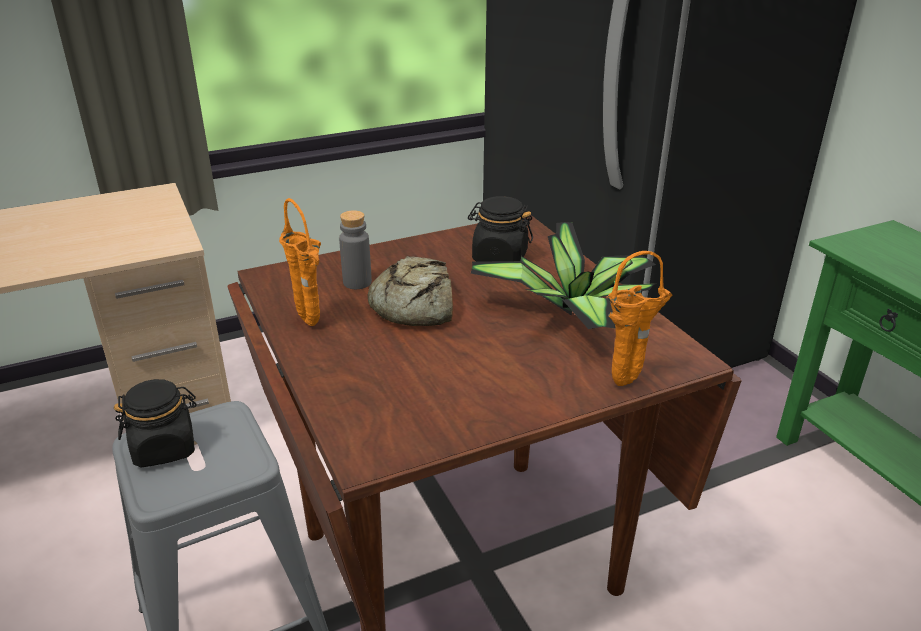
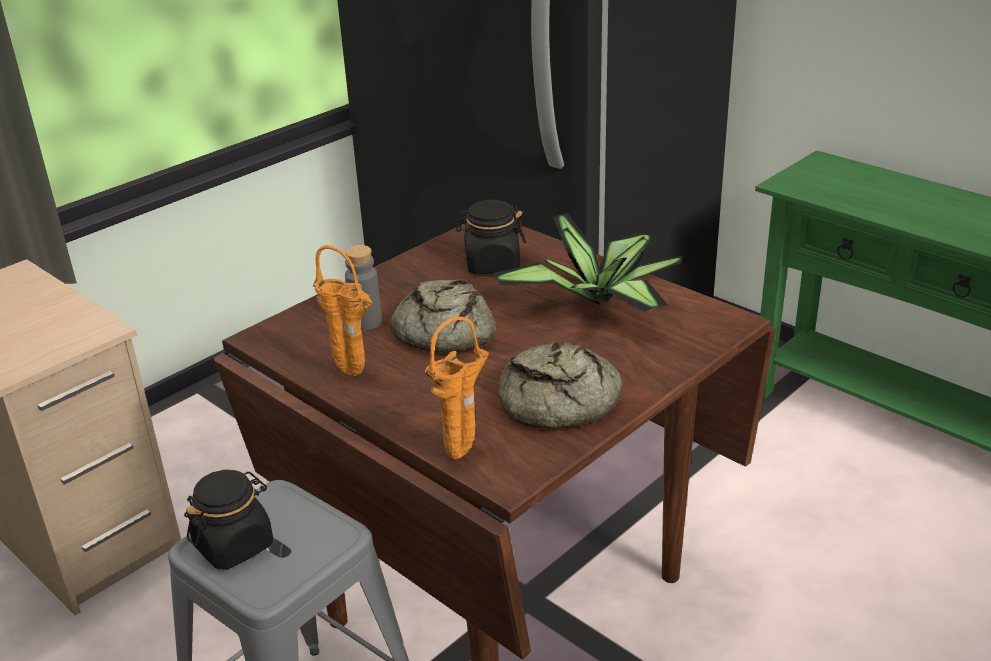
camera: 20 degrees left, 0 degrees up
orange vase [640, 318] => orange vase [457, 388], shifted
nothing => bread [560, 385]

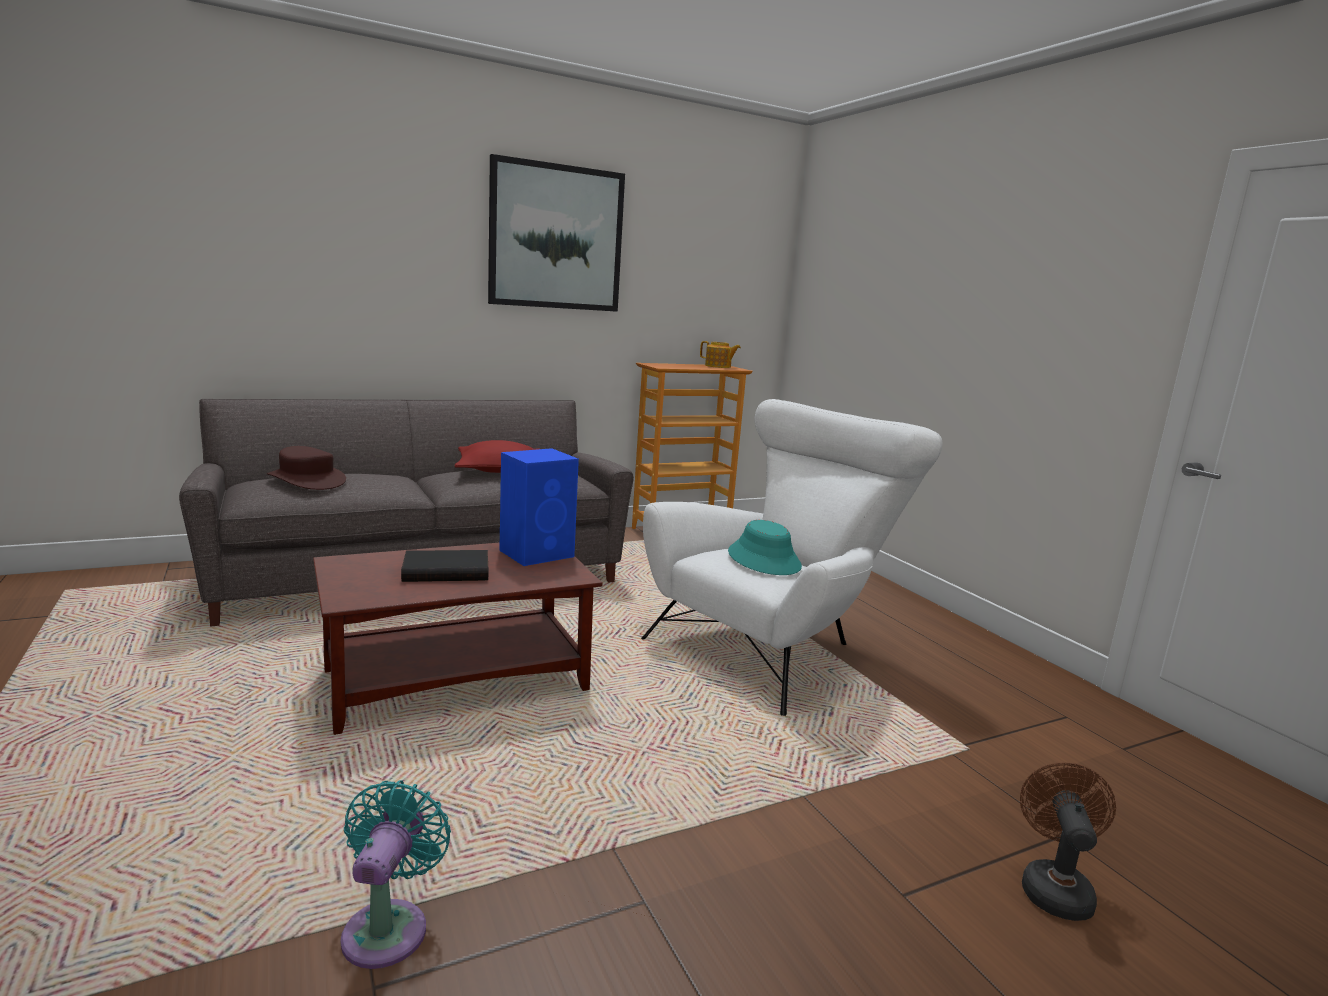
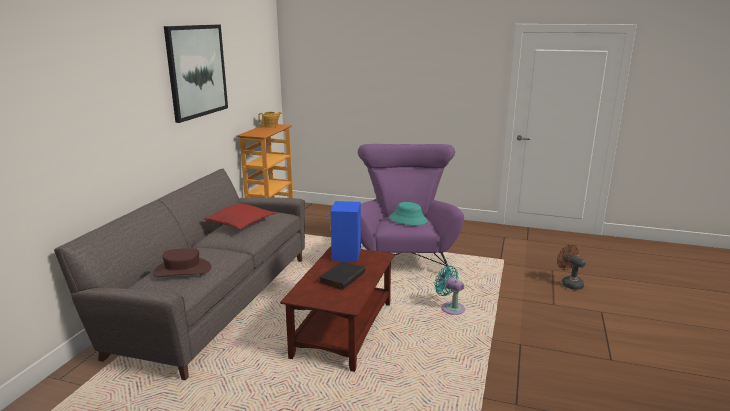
camera: 45 degrees left, 5 degrees up
white armchair [791, 557] => purple armchair [411, 210]
turquoise fan [396, 874] => turquoise fan [449, 290], shifted

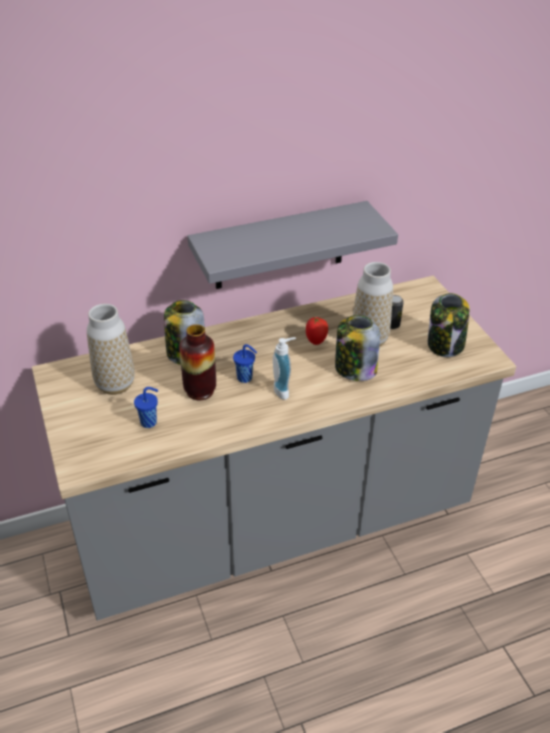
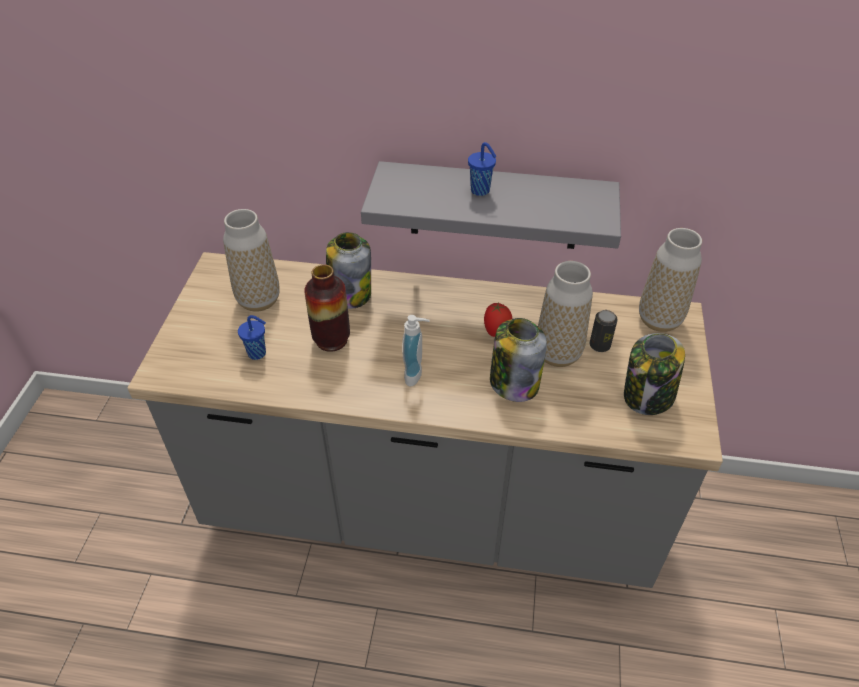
camera: 30 degrees right, 5 degrees up
blue cup [245, 363] => blue cup [482, 169], shifted
nothing => vase [670, 280]

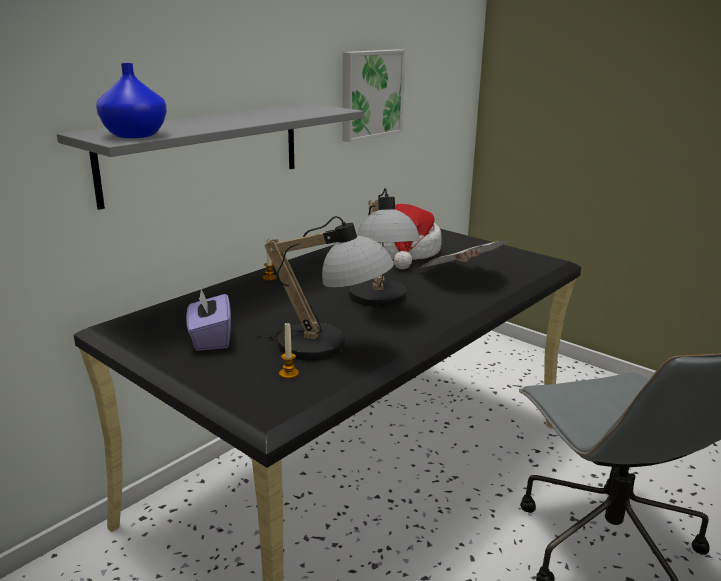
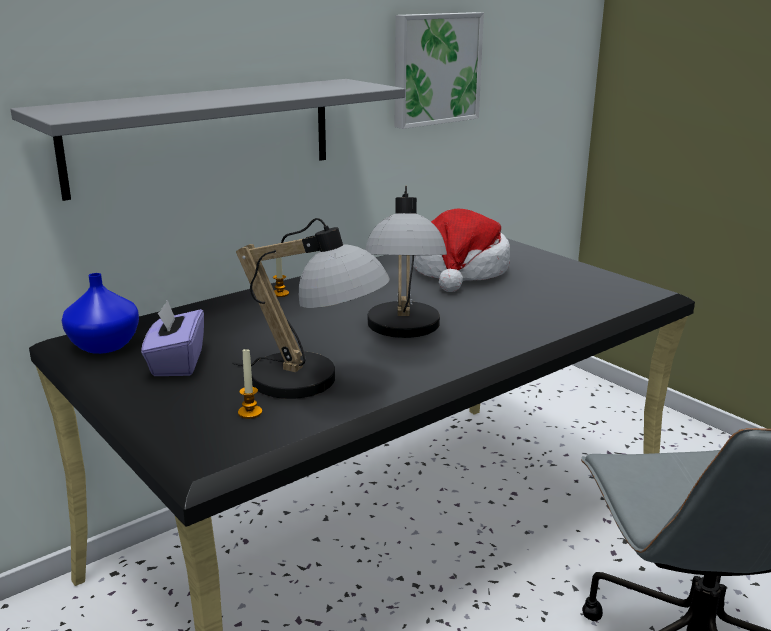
camera: 10 degrees right, 0 degrees up
blue vase [131, 100] => blue vase [100, 313], shifted
newspaper [463, 254] => nothing

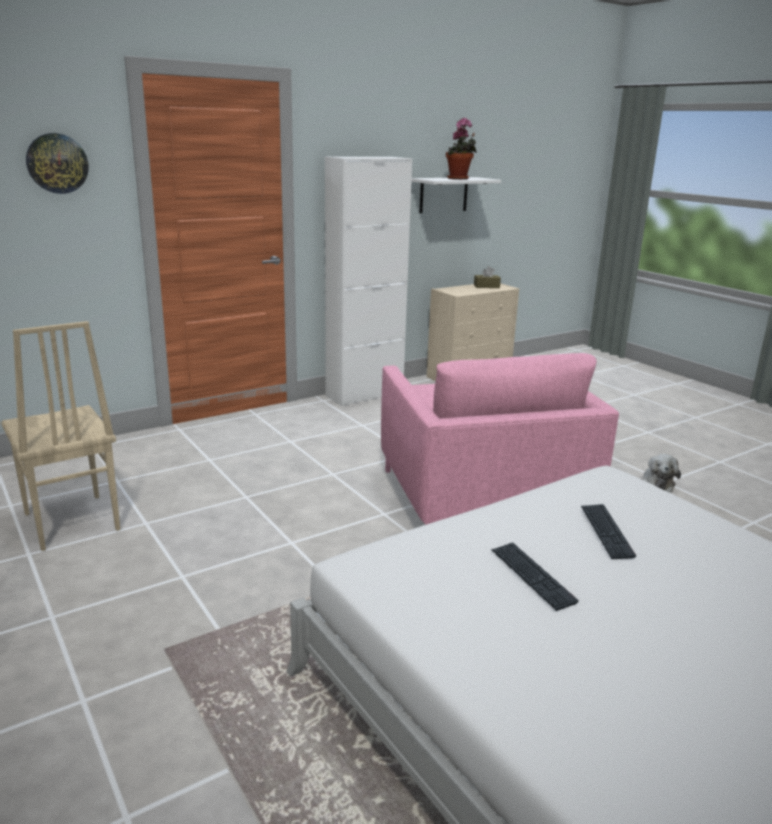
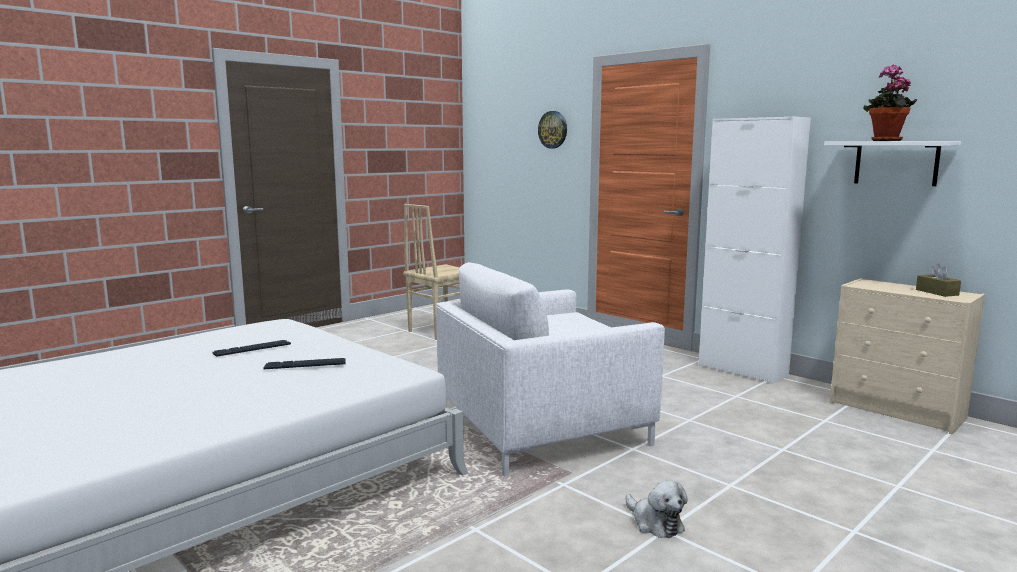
camera: 80 degrees right, 10 degrees down
pink armchair [500, 439] => white armchair [550, 369]
plush toy [661, 473] => plush toy [656, 509], 120 degrees counterclockwise

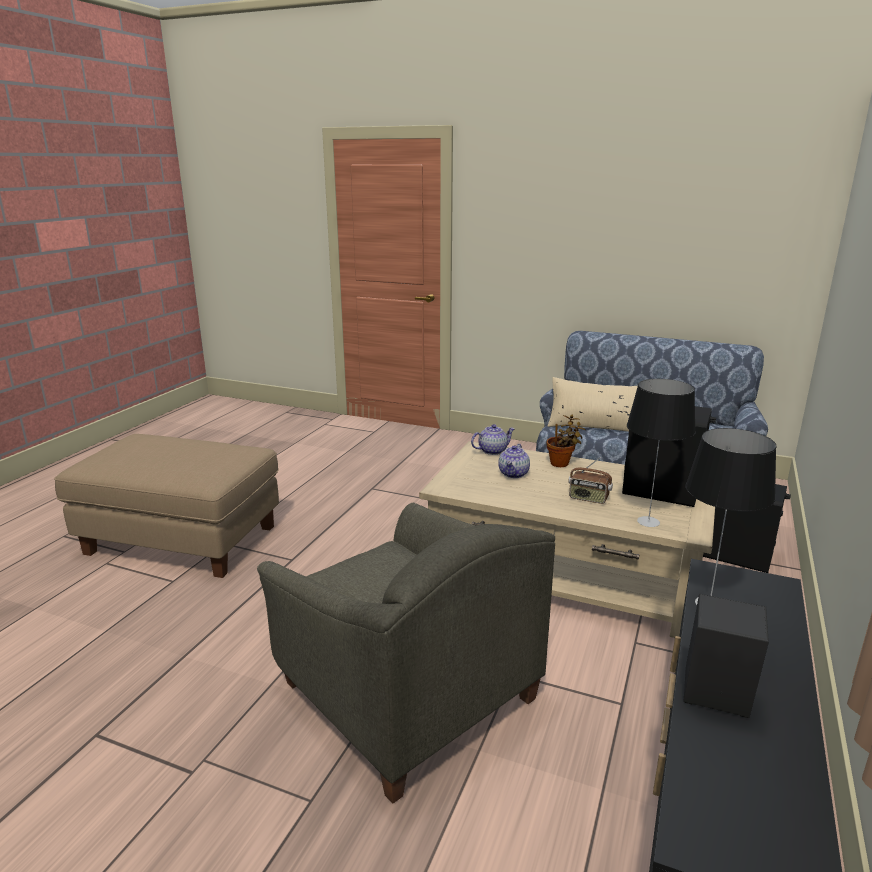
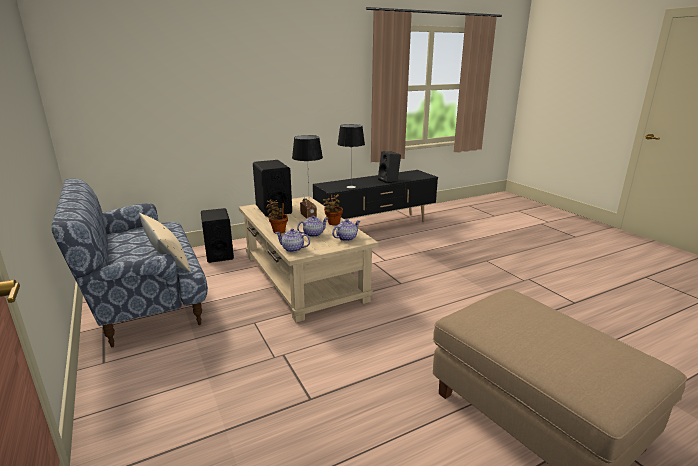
camera: 140 degrees left, 0 degrees up
nothing => potted plant [333, 209]
nothing => teapot [346, 230]
grey armchair [406, 653] => nothing

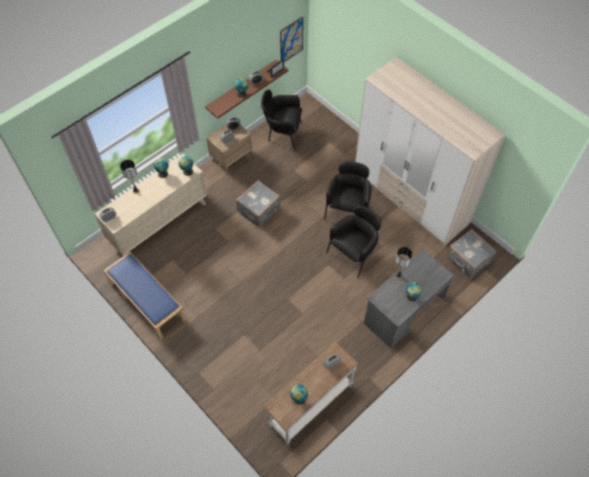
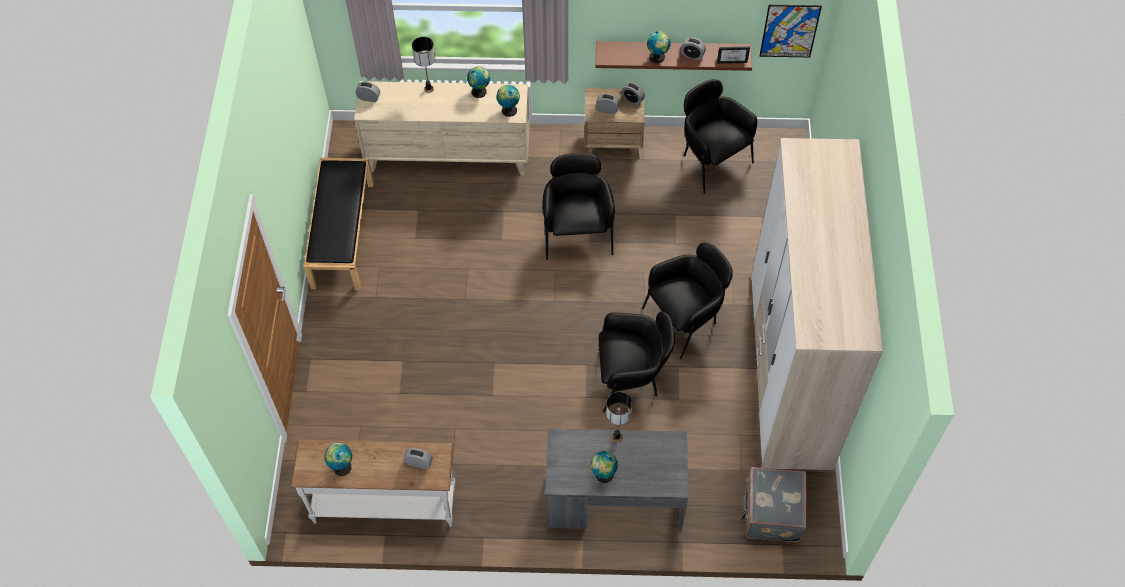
camera: 45 degrees right, 0 degrees up
blue bench [144, 296] => black bench [339, 224]
grey suitcase [258, 203] => black armchair [578, 206]

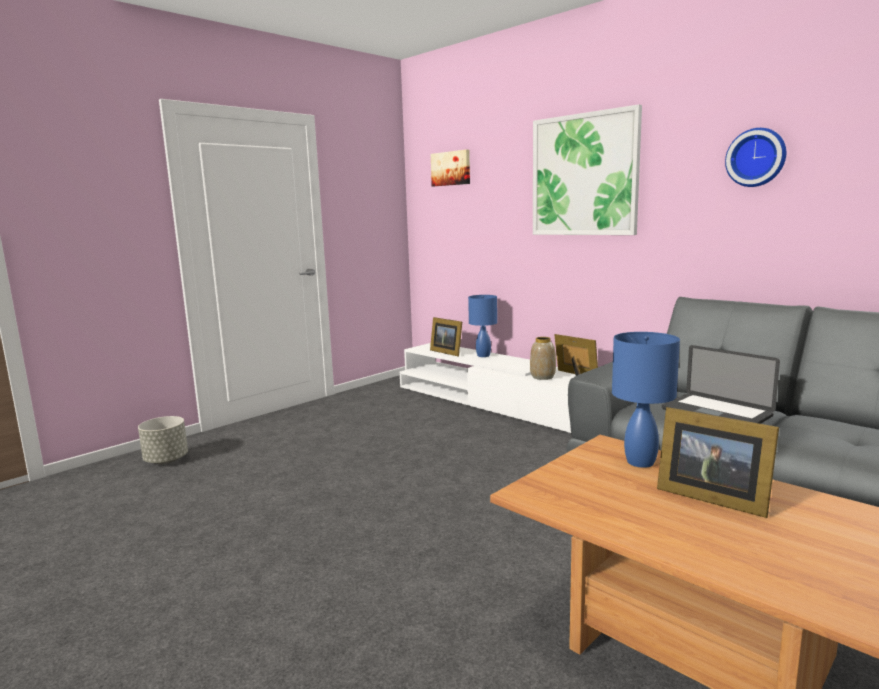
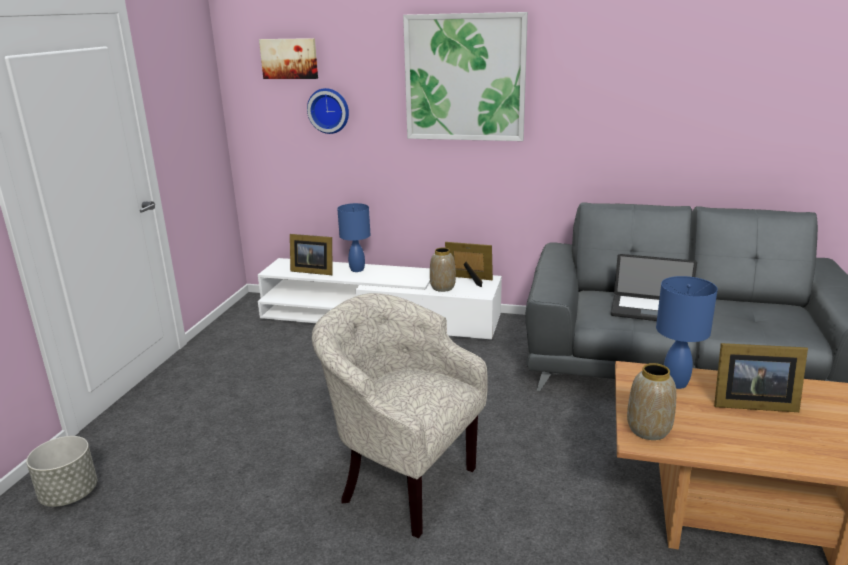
camera: 30 degrees left, 10 degrees up
wall clock [755, 157] => wall clock [328, 111], shifted
nothing => beige armchair [400, 415]
nothing => vase [651, 401]

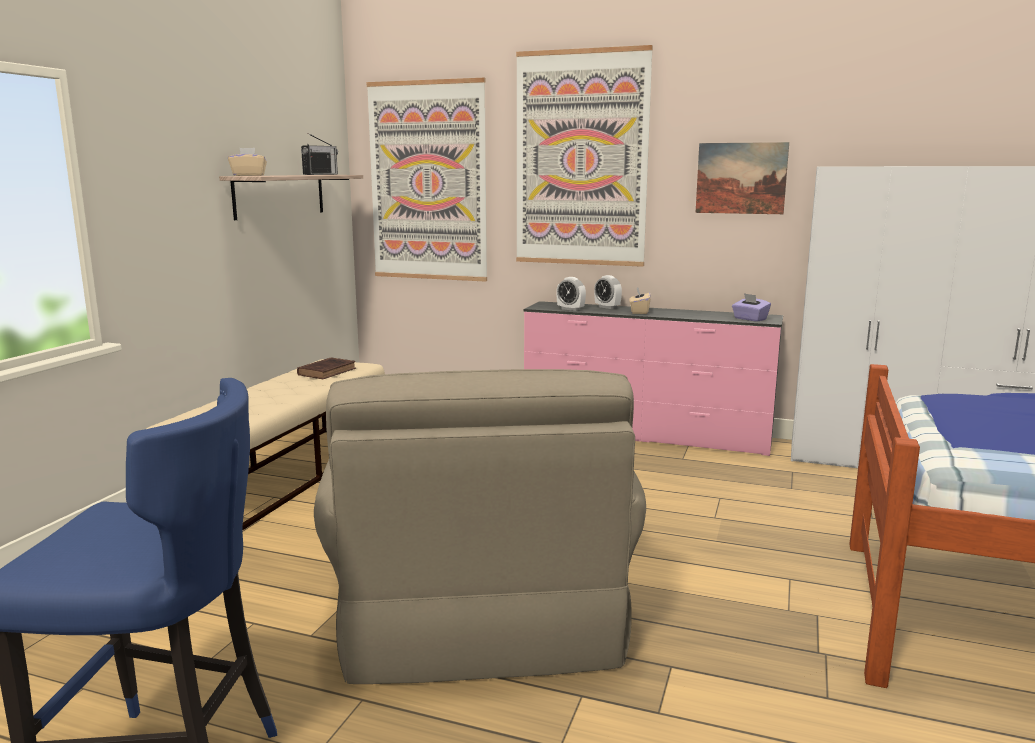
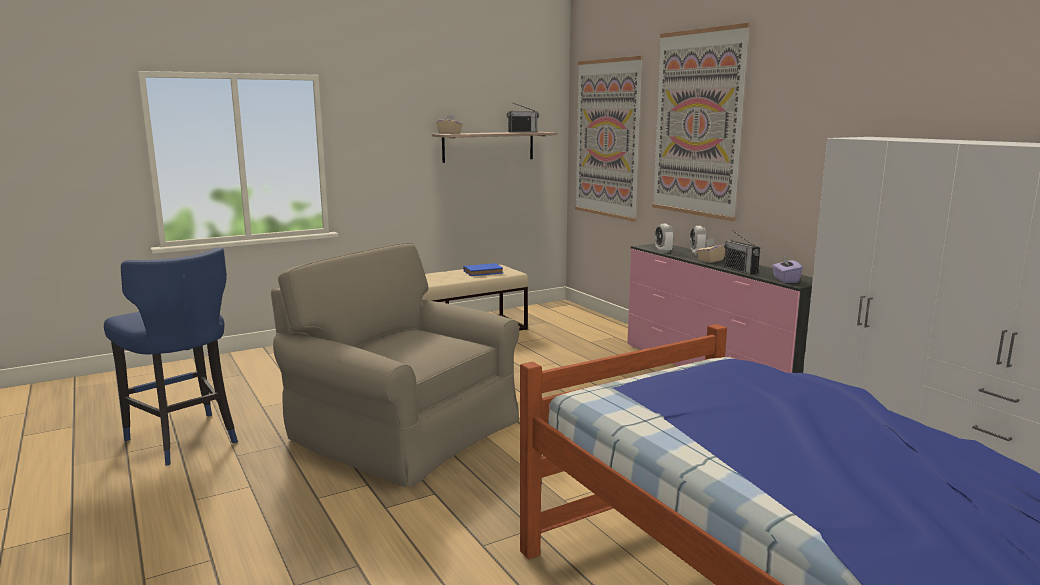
camera: 40 degrees right, 0 degrees up
beige armchair [480, 526] => beige armchair [395, 365], 90 degrees clockwise
brown book [326, 368] => blue book [483, 269]
nothing => radio [742, 252]
picture [742, 178] => nothing

